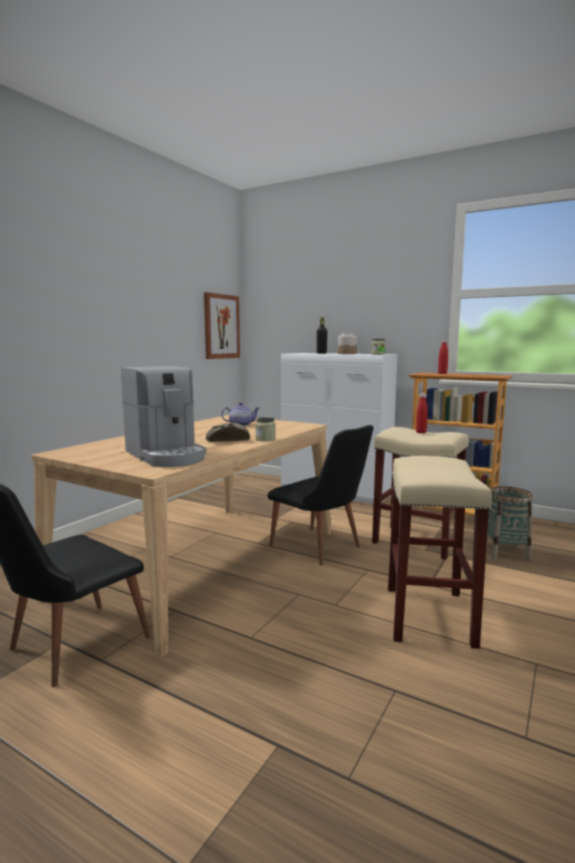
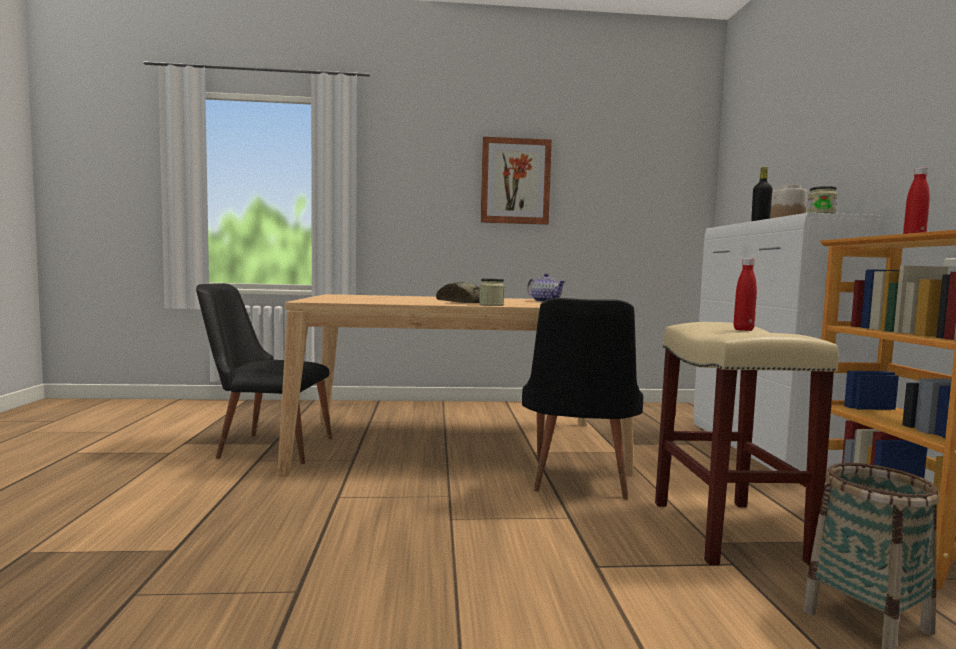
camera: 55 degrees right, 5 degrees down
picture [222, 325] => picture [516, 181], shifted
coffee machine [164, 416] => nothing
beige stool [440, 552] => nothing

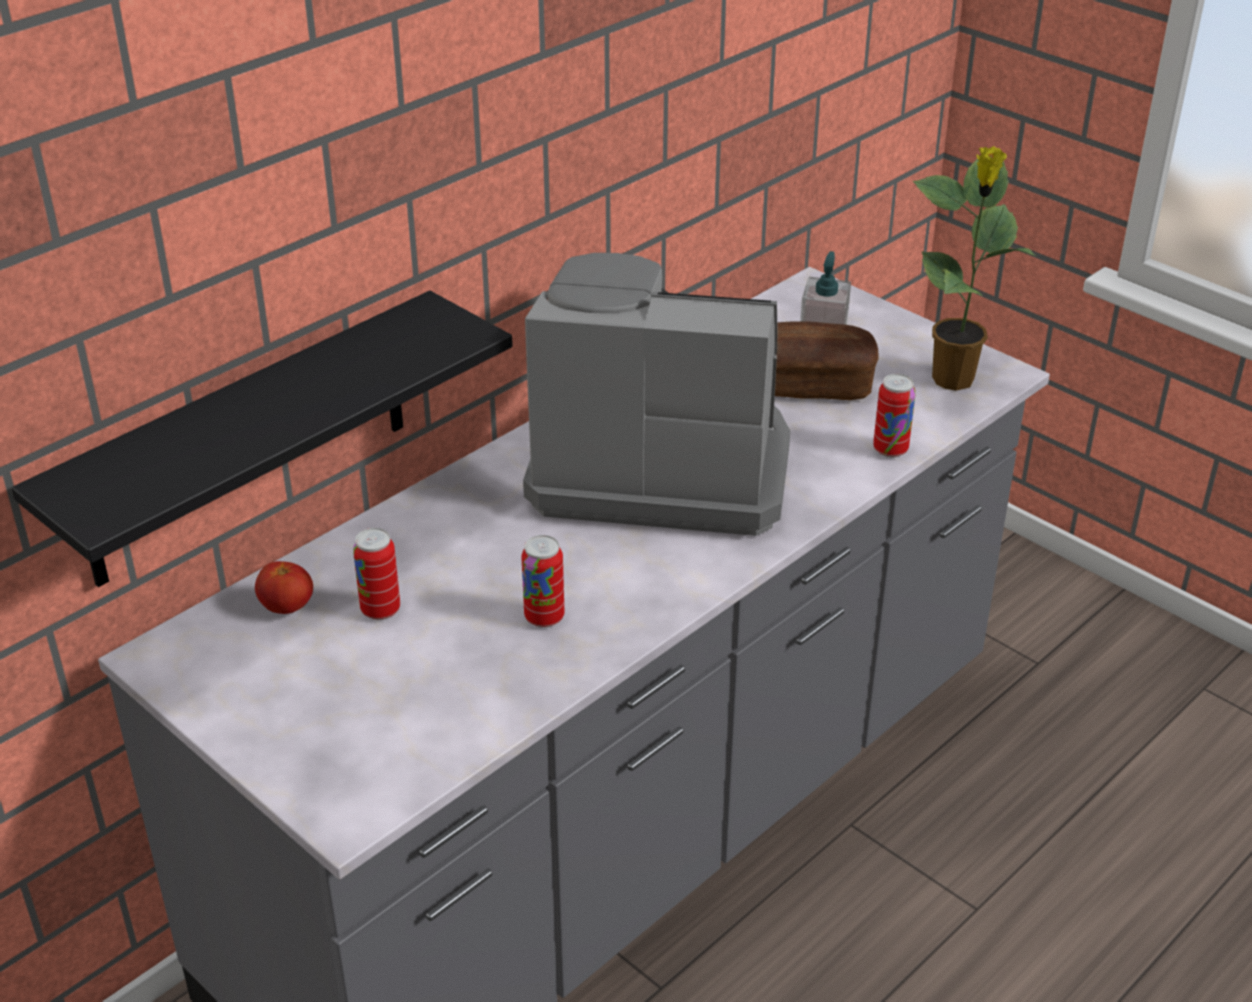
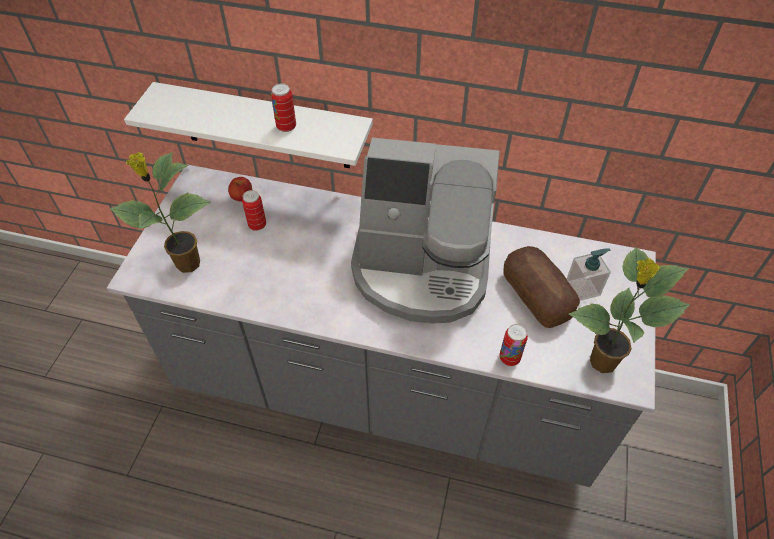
camera: 60 degrees right, 15 degrees up
nothing => potted plant [160, 212]
black shelf [262, 439] => white shelf [248, 125]
can [543, 581] => can [283, 107], shifted
coffee machine [656, 394] => coffee machine [425, 230], 120 degrees clockwise

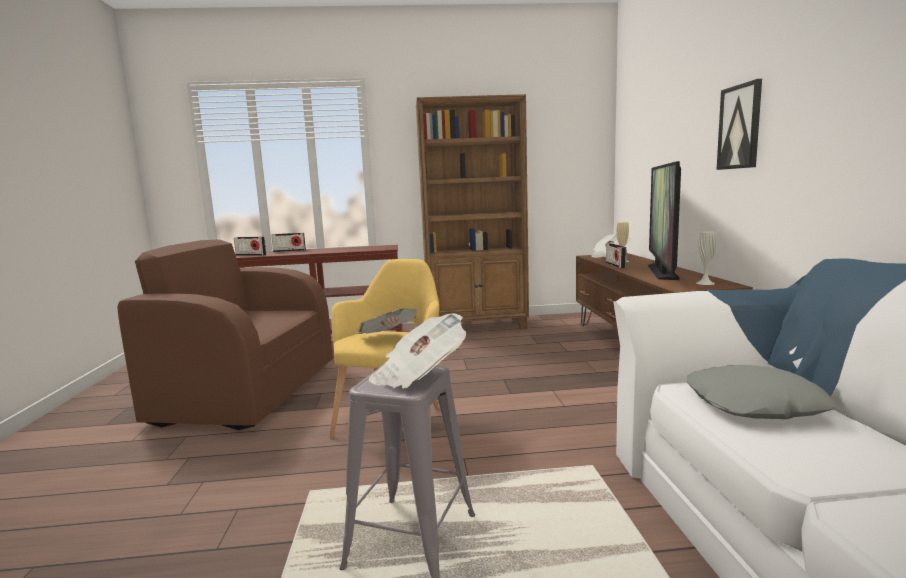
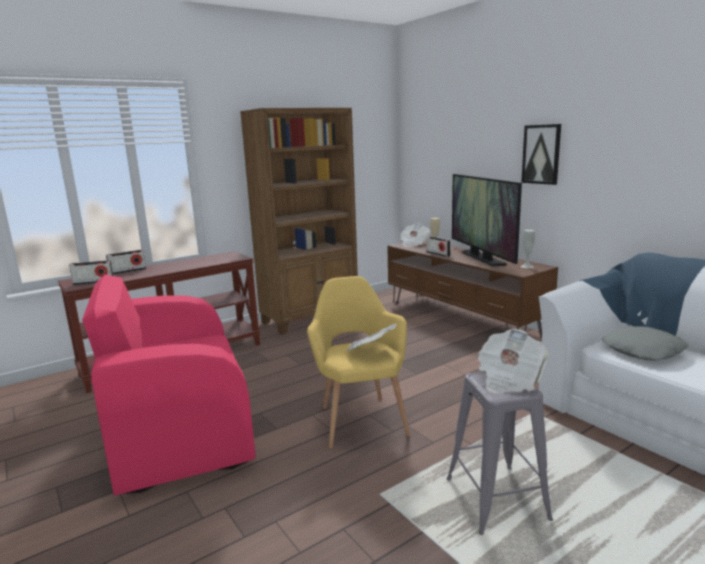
camera: 30 degrees left, 5 degrees up
brown armchair [225, 334] => pink armchair [169, 385]

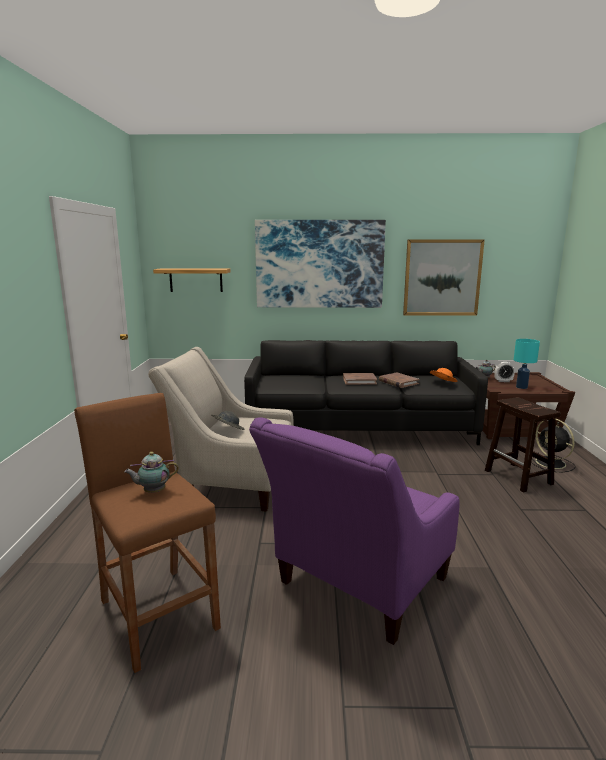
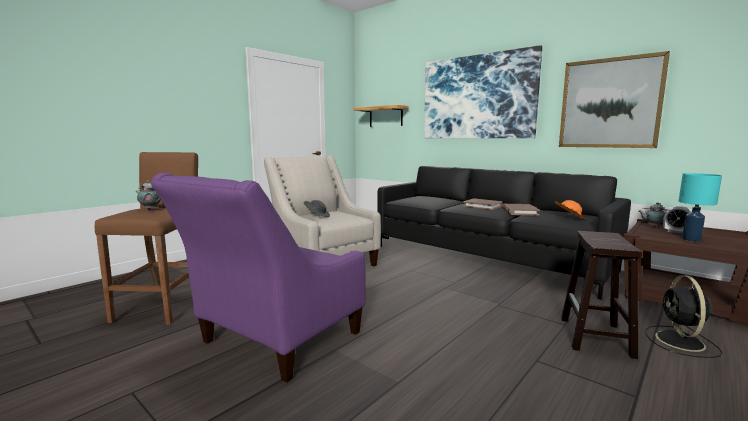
camera: 40 degrees right, 5 degrees down
purple armchair [354, 531] => purple armchair [258, 278], 45 degrees counterclockwise

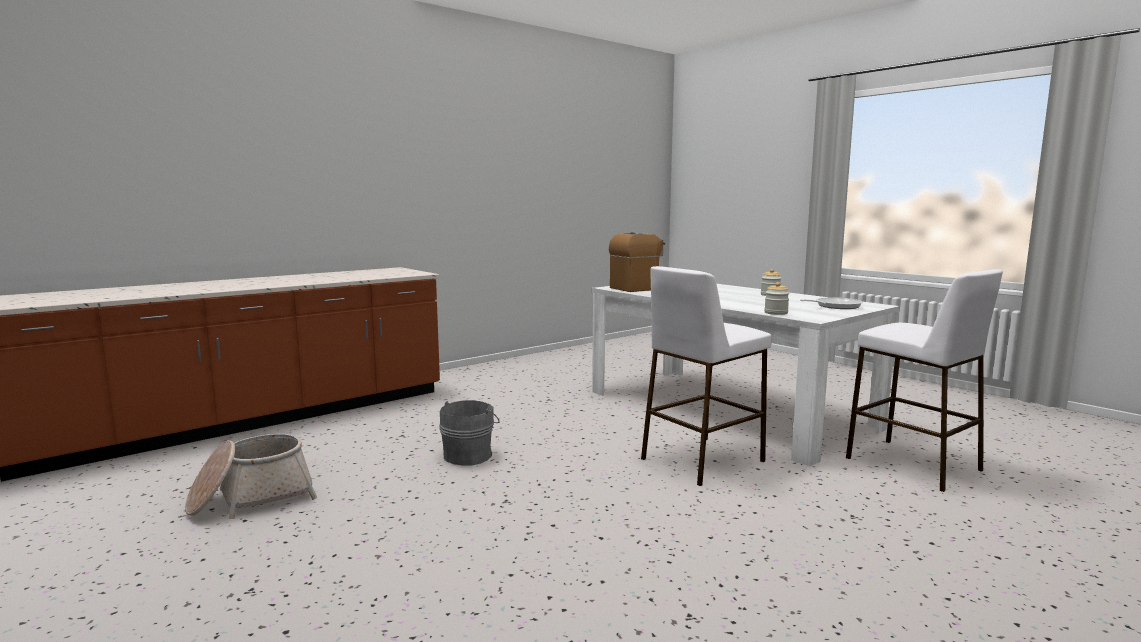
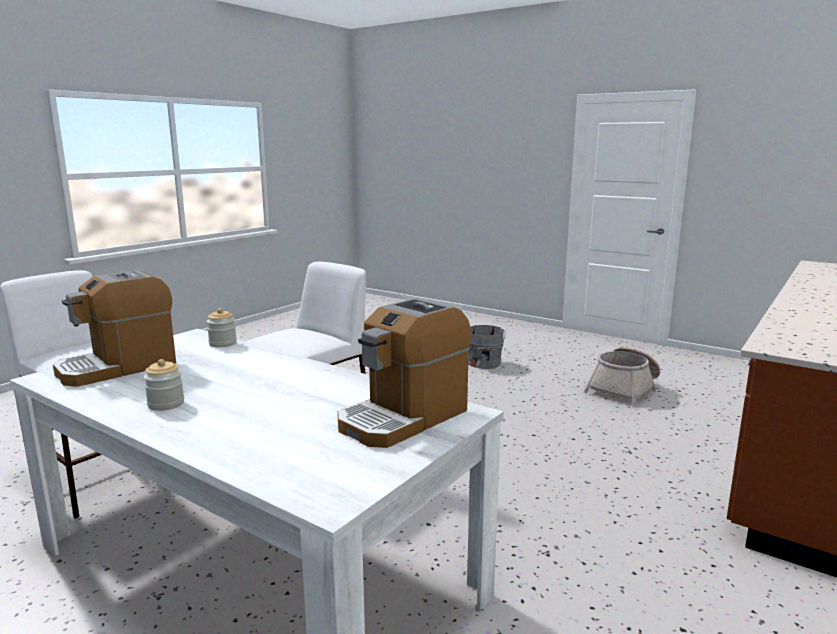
camera: 165 degrees right, 5 degrees up
frying pan [831, 303] => coffee machine [114, 328]
grey bucket [469, 433] => grey bucket [487, 347], shifted

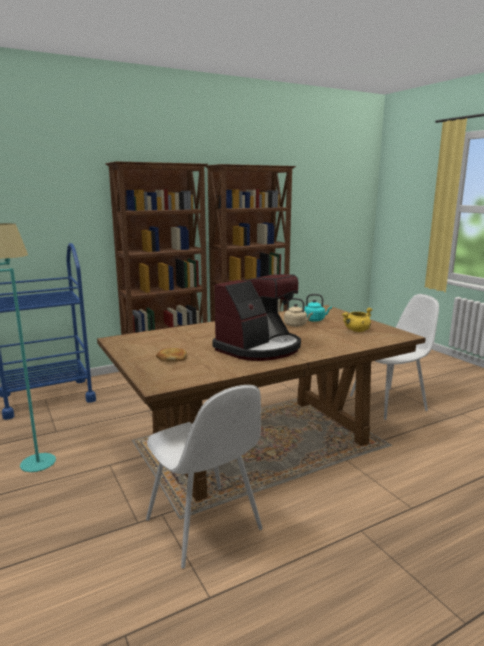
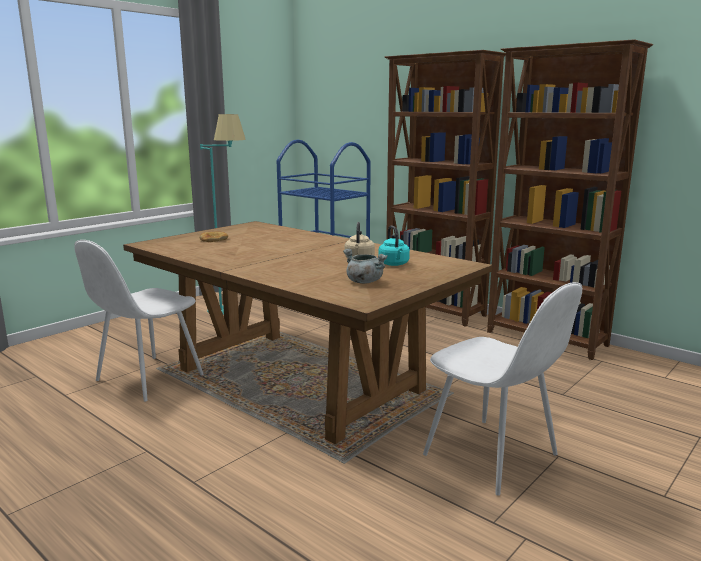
camera: 70 degrees right, 0 degrees up
yellow cooking pot [357, 320] => grey cooking pot [365, 266]
coffee machine [257, 317] => nothing

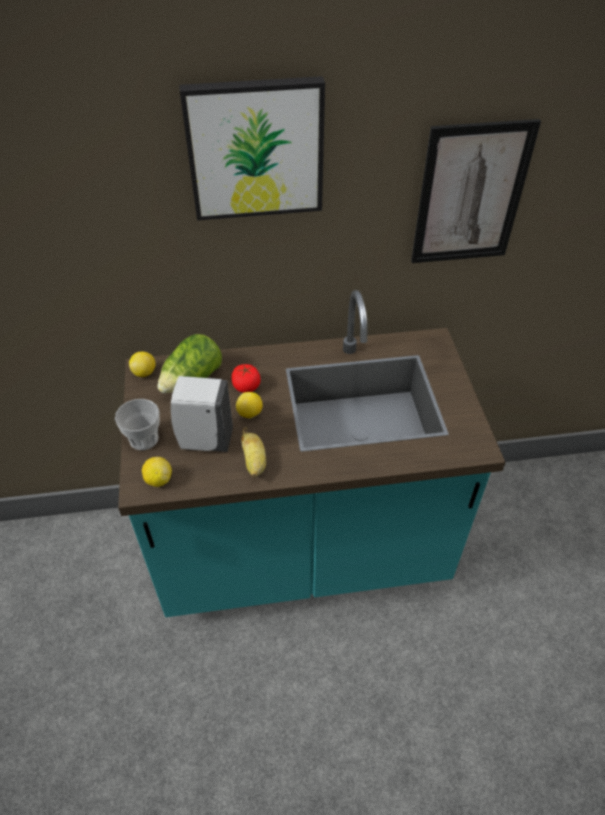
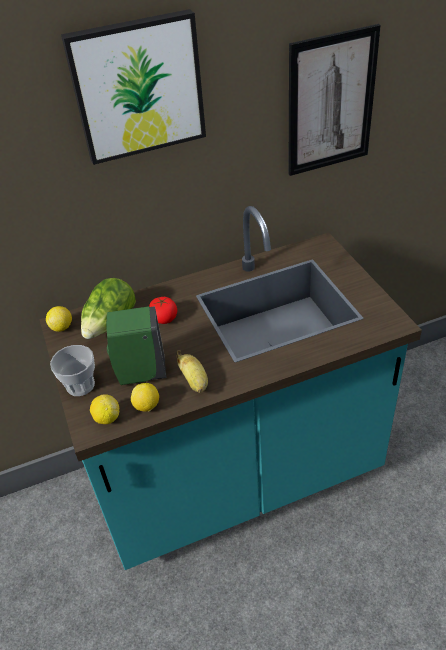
camera: 10 degrees left, 5 degrees down
white soap dispenser [202, 414] => green soap dispenser [136, 345]
lemon [249, 405] => lemon [145, 397], shifted

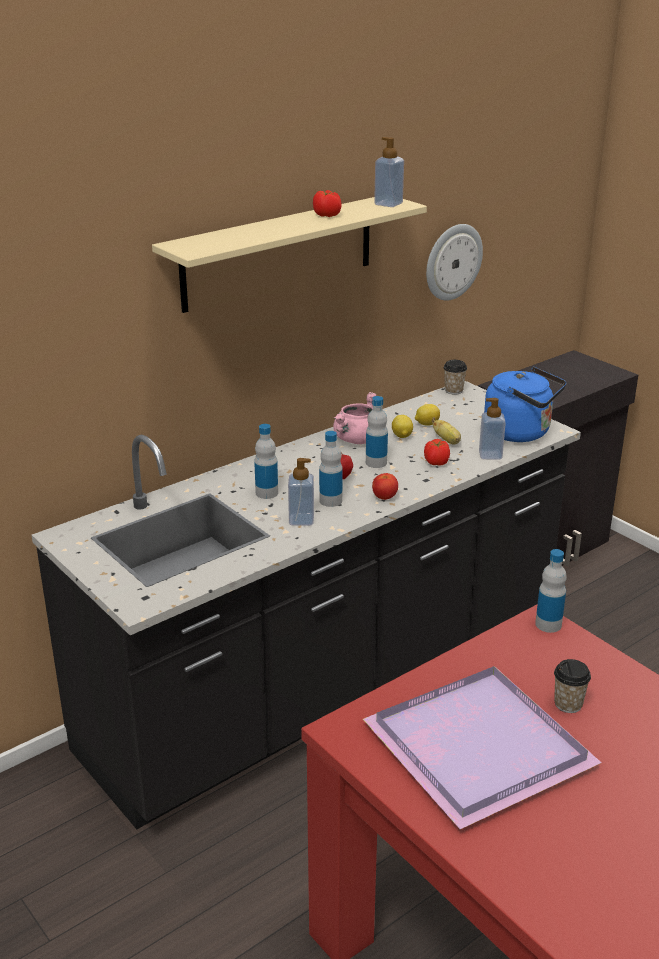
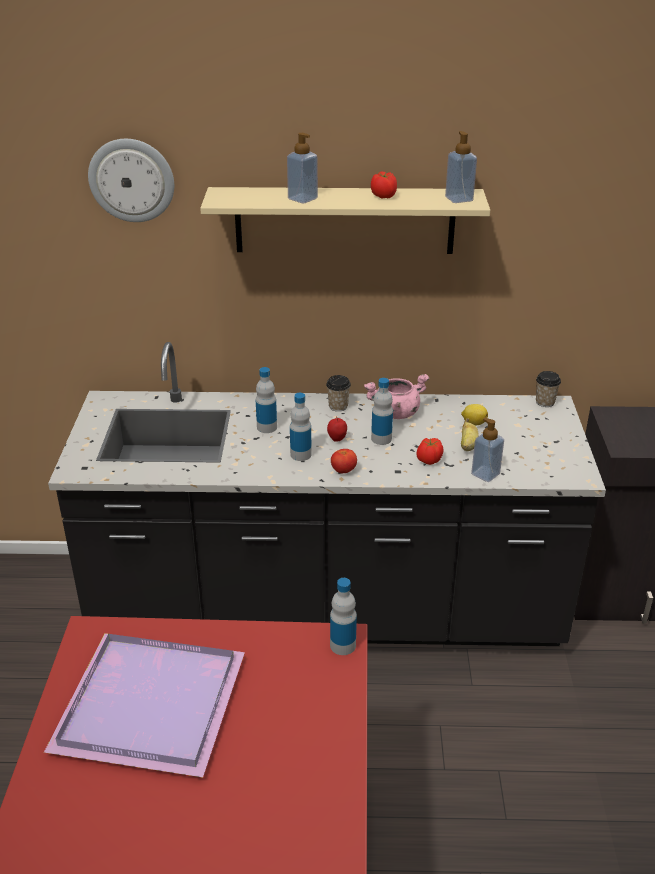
camera: 40 degrees right, 5 degrees up
wall clock [454, 262] => wall clock [131, 180], shifted
soap dispenser [301, 492] => soap dispenser [302, 168], shifted
cup [572, 686] => cup [338, 393], shifted
lemon [402, 426] => nothing
blue kettle [525, 404] => nothing

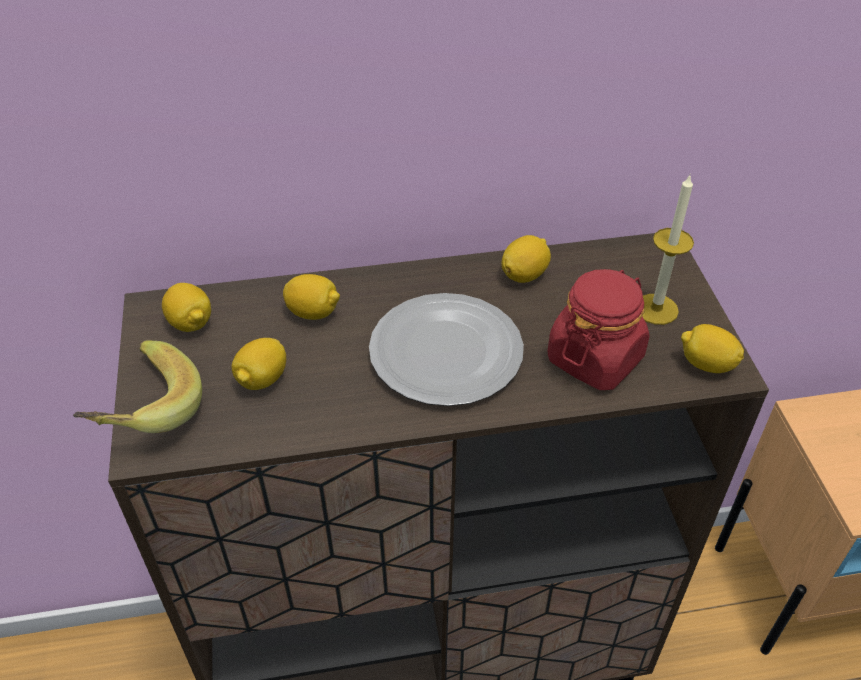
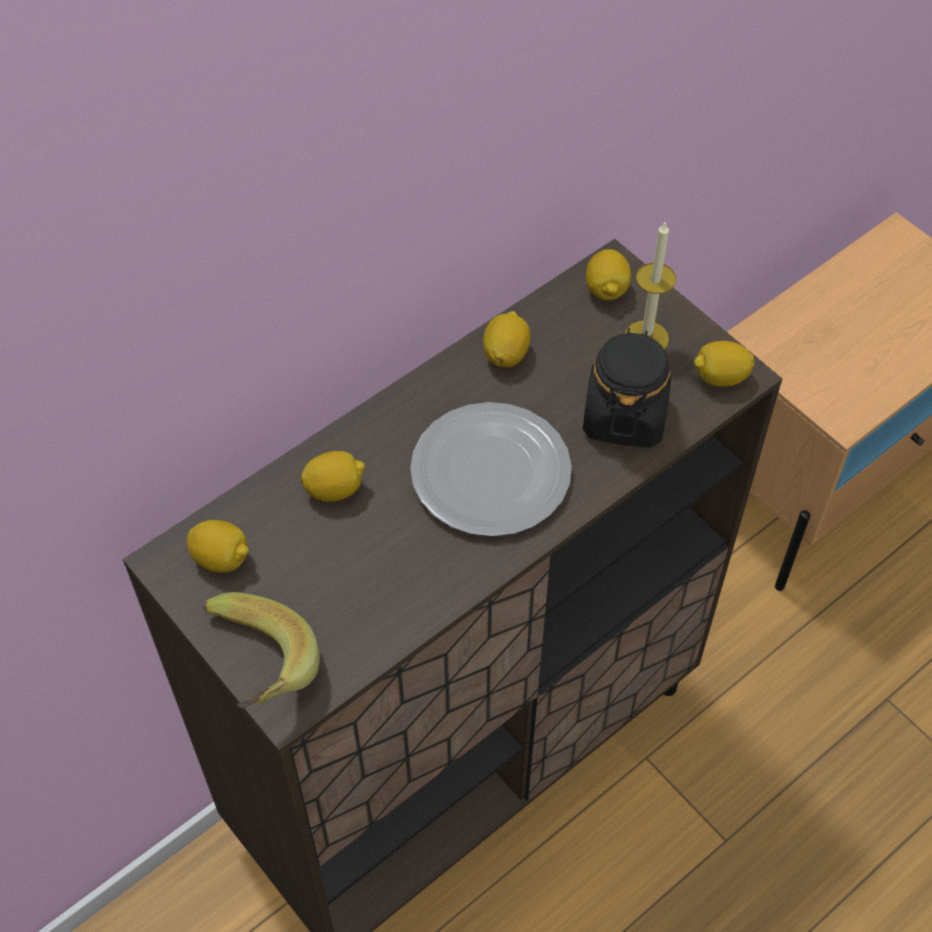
camera: 30 degrees left, 10 degrees up
red jar [598, 329] => black jar [627, 388]
lemon [258, 364] => lemon [608, 274], shifted

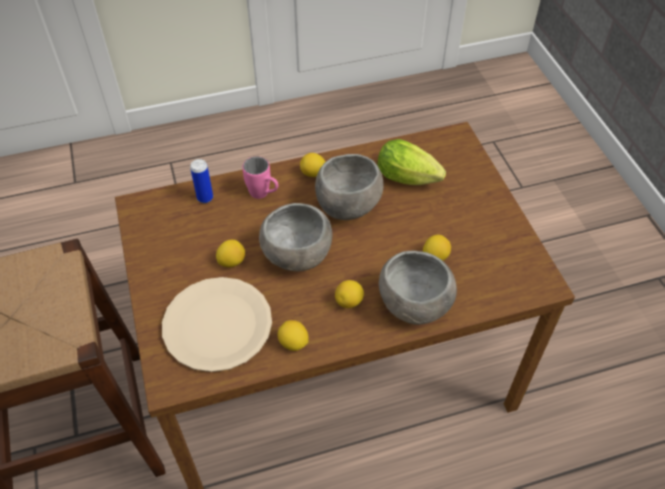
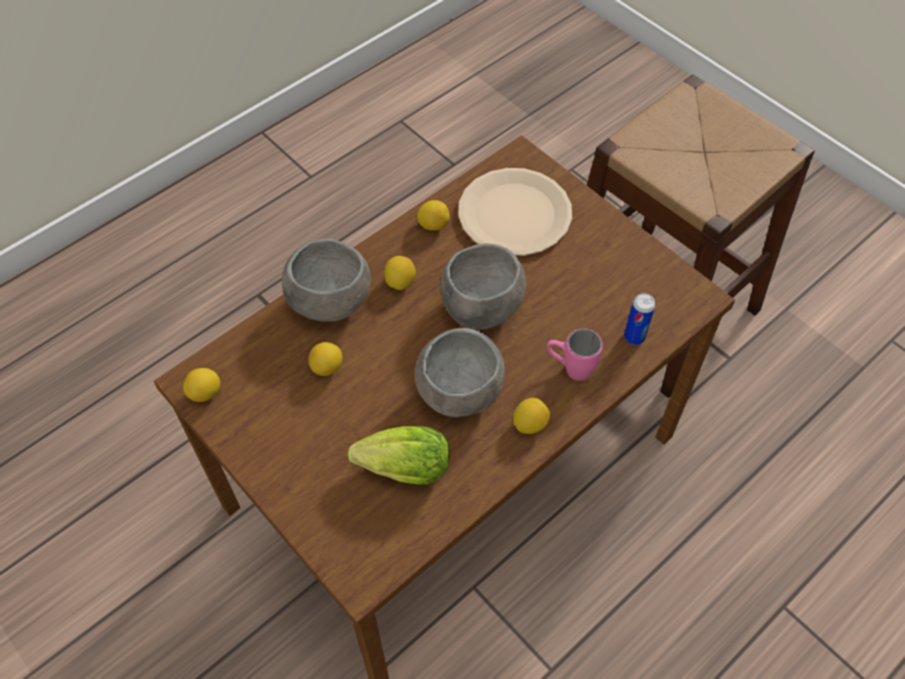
camera: 155 degrees right, 5 degrees up
lemon [230, 253] => lemon [201, 385], shifted

